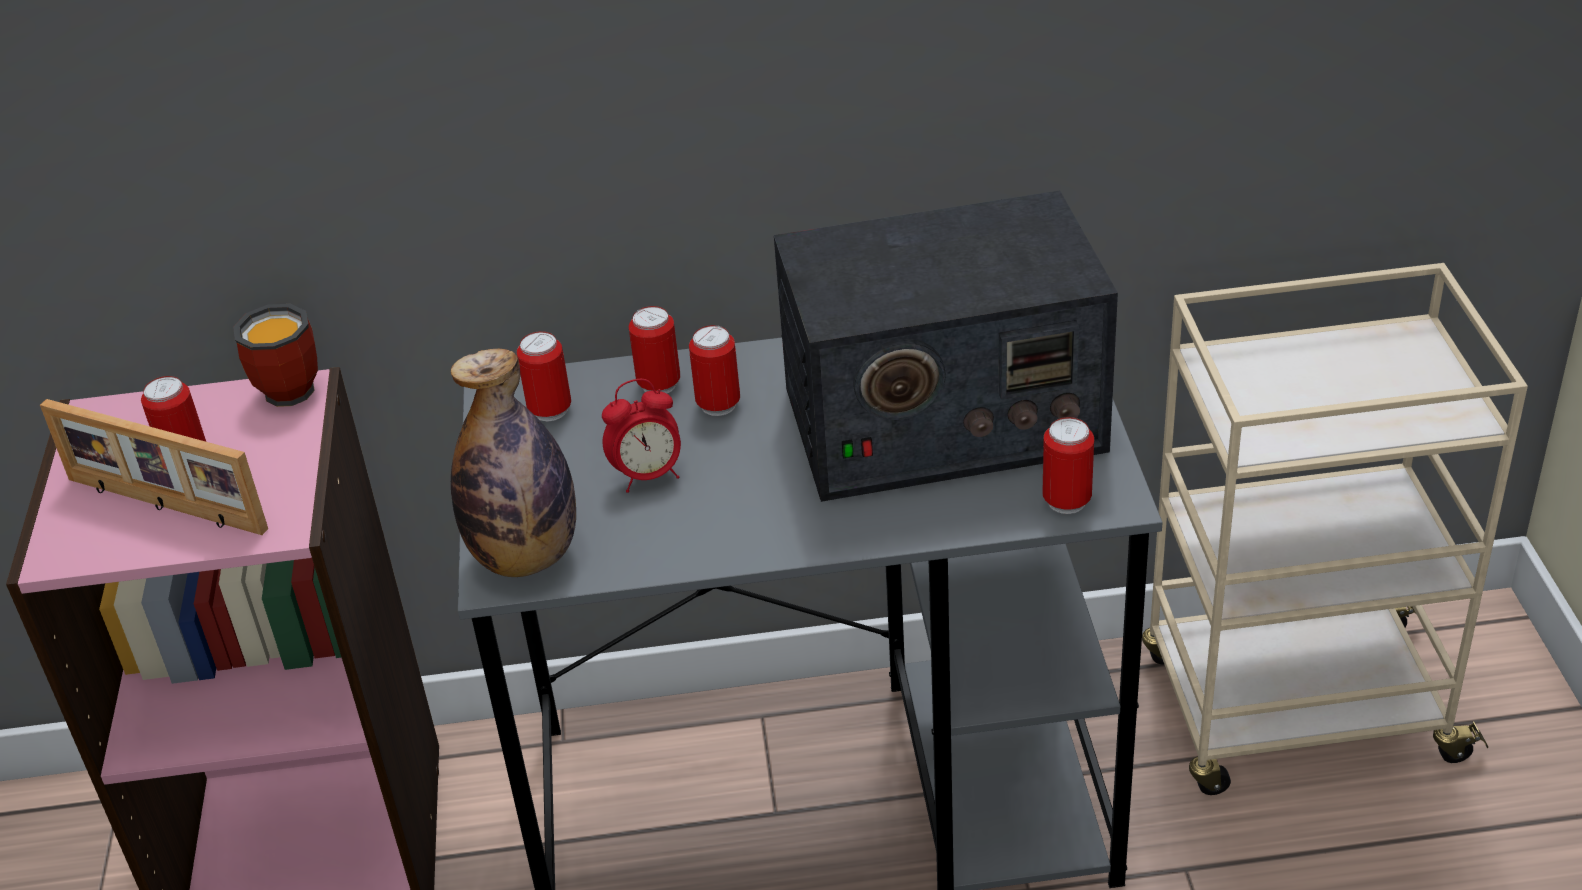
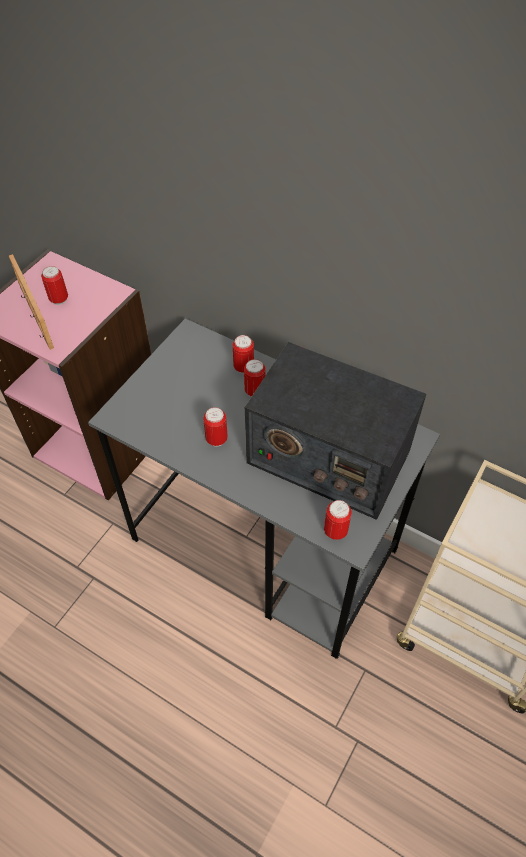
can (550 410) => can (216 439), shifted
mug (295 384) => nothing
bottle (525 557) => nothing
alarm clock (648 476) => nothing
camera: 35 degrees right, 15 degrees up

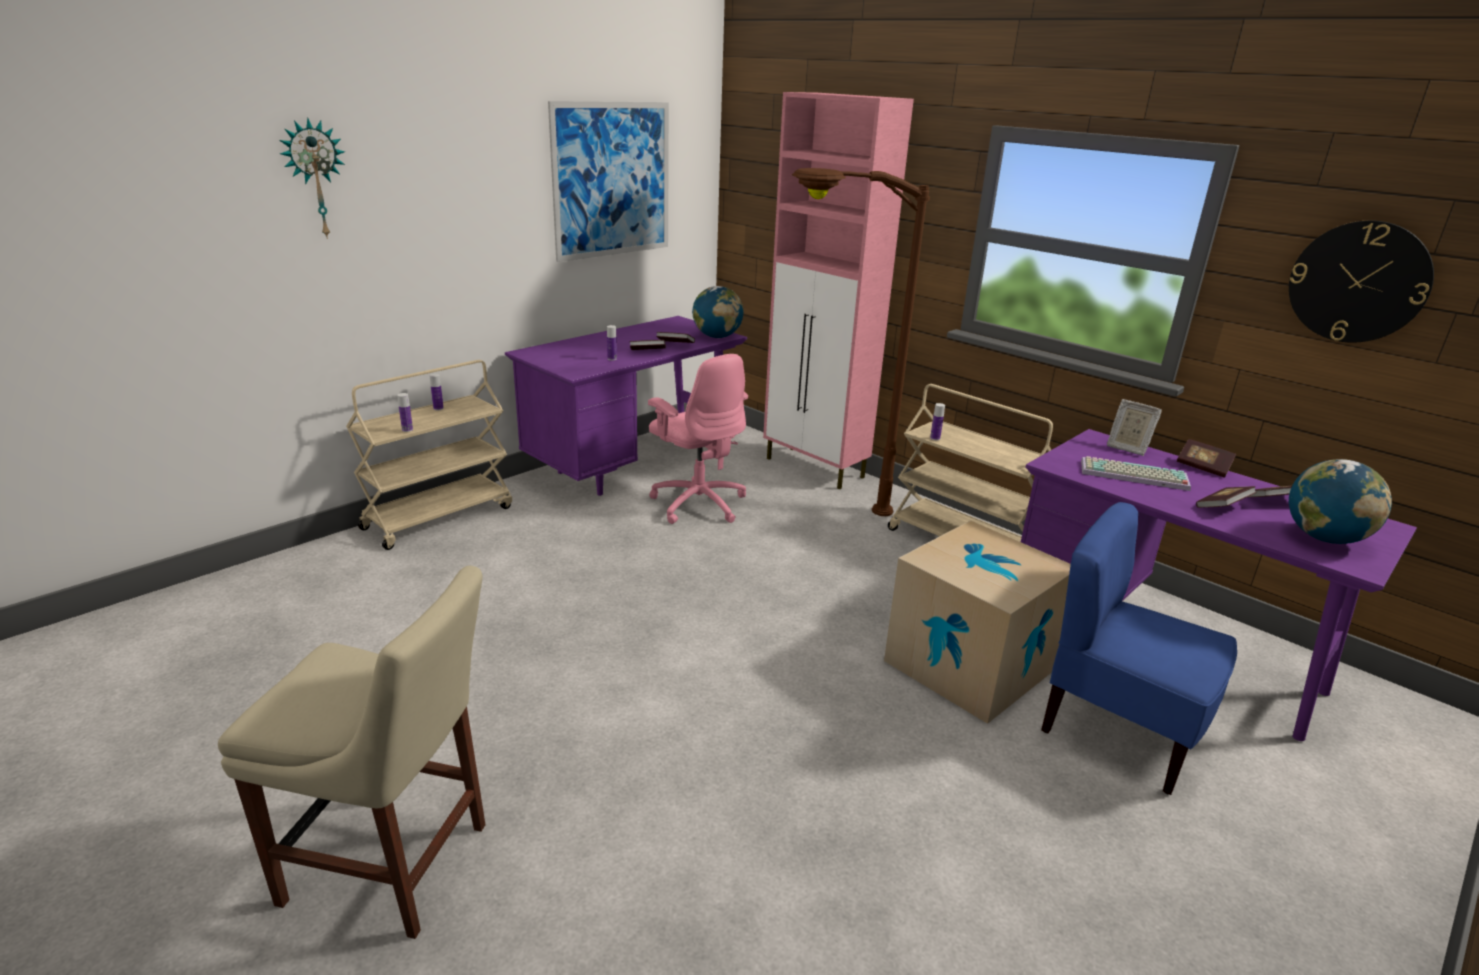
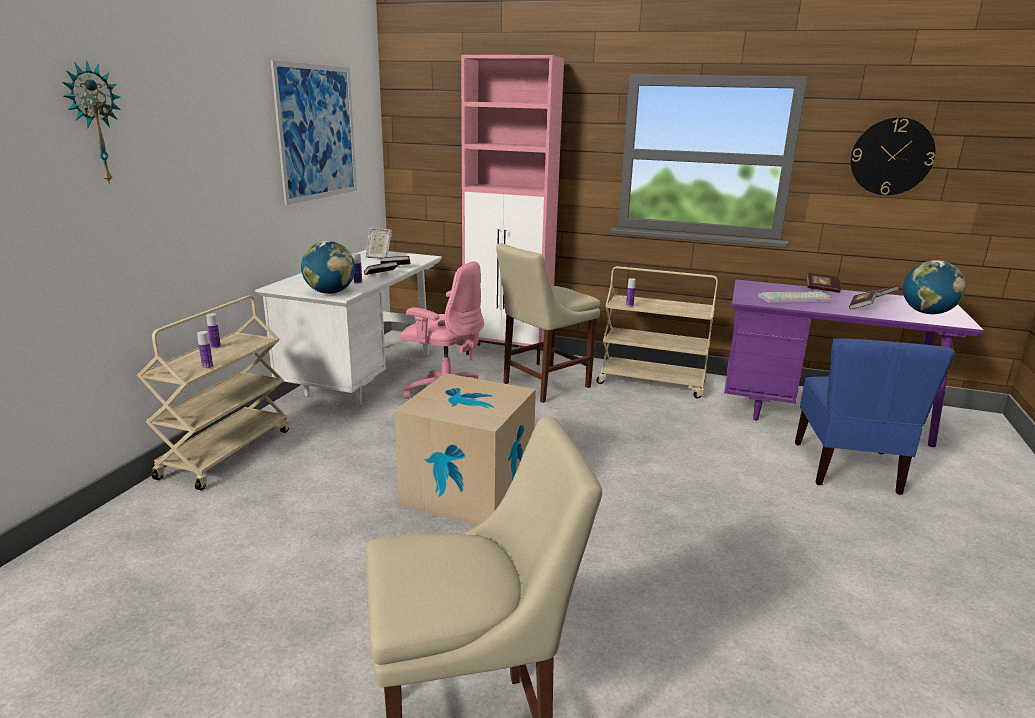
desk (purple) (633 464) => desk (white) (364 377)
globe (717 337) => globe (330 292), shifted
picture frame (1127 448) => picture frame (378 257), shifted
cardboard box (968 665) => cardboard box (468 490), shifted
floor lamp (brown) (818 517) => chair (beige) (543 385)
chair (blue) (1119 730) => chair (blue) (847 468), 90 degrees counterclockwise
camera: 25 degrees left, 5 degrees down

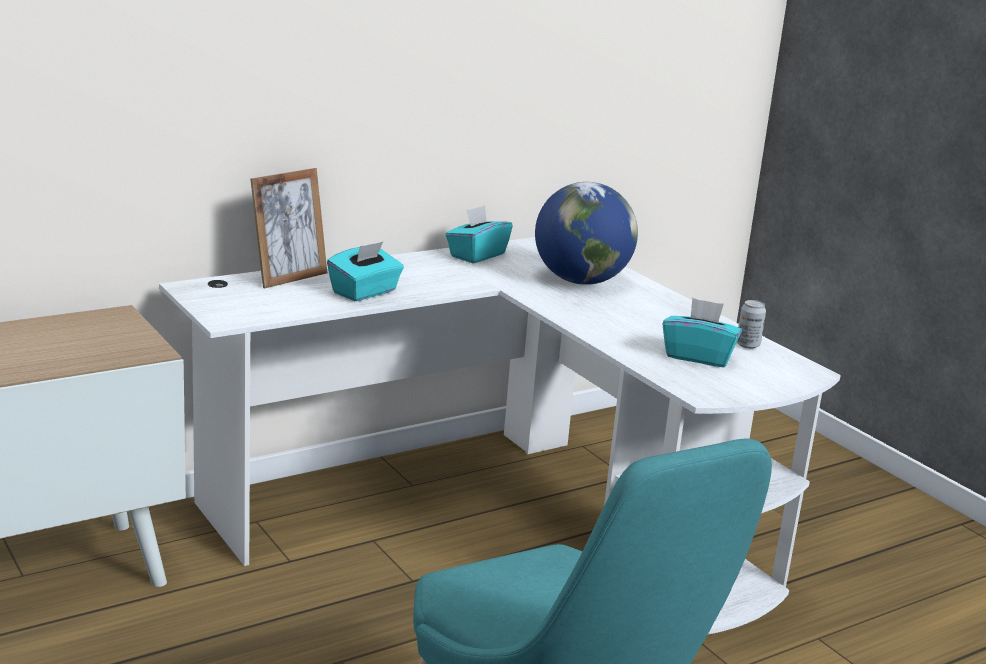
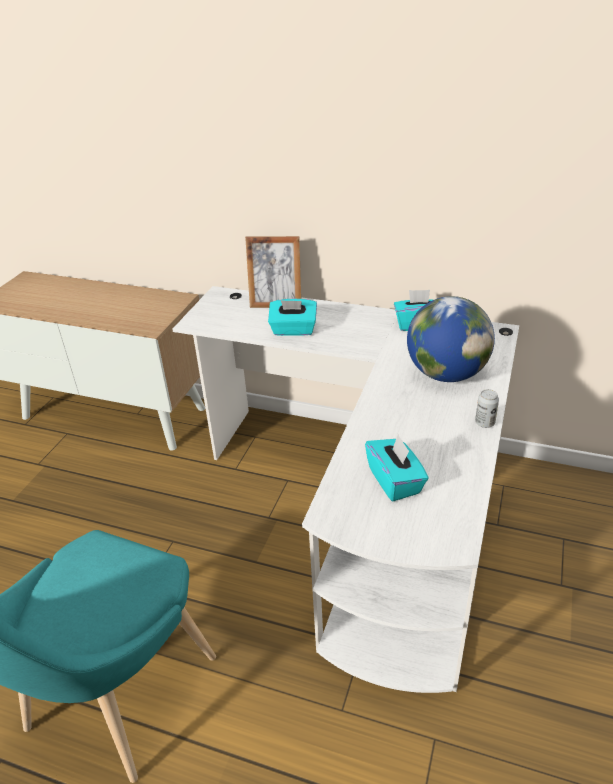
can (748 345) => can (484 423), shifted
camera: 55 degrees right, 15 degrees up

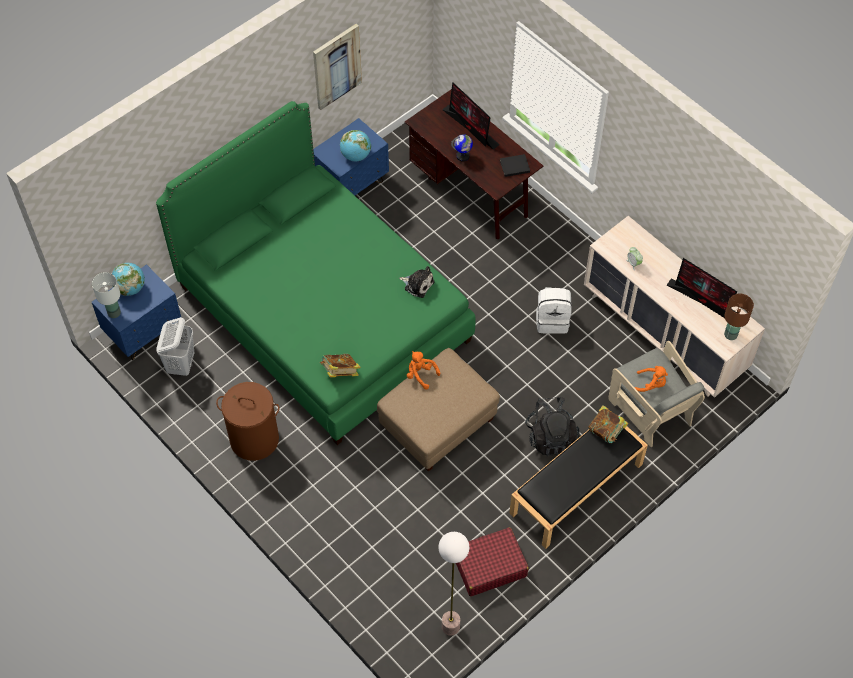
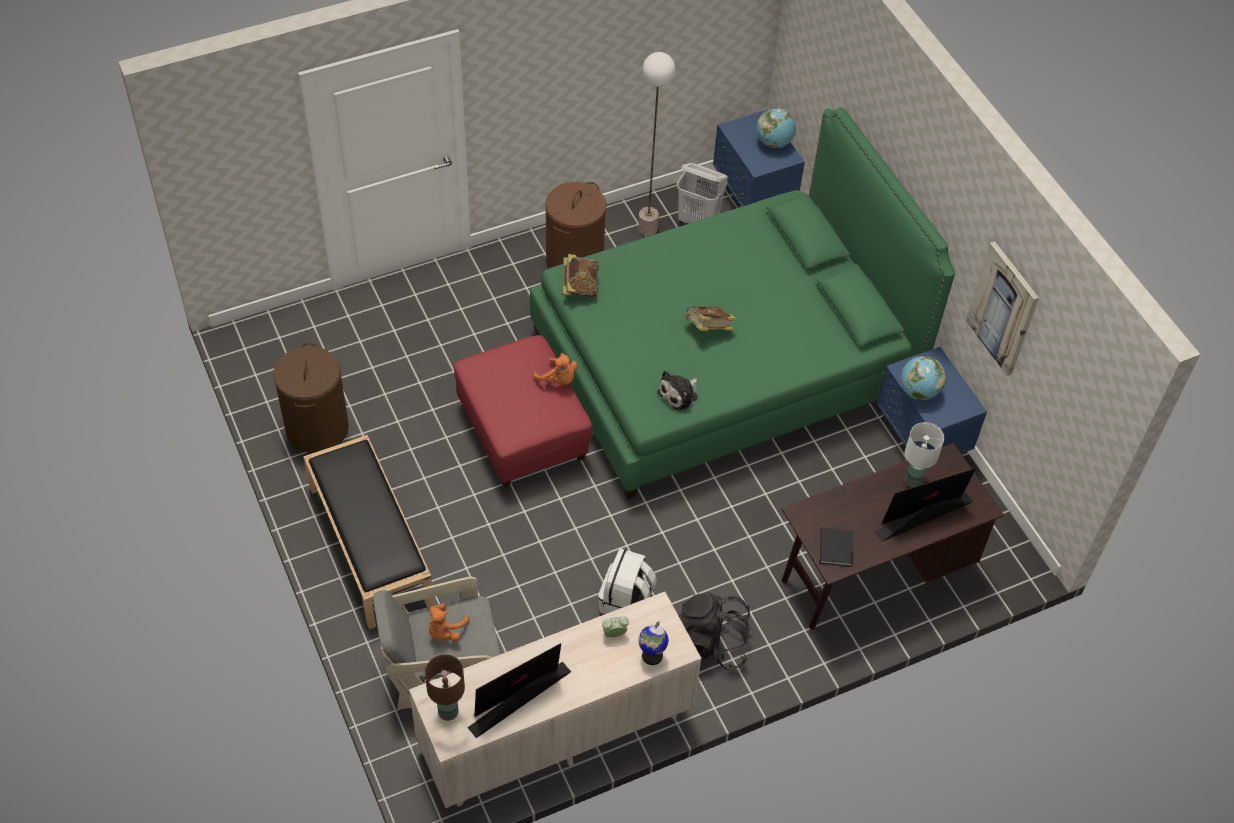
suitcase (red) (489 566) => laundry basket (brown) (317 428)
ottoman (beige) (438 423) => ottoman (red) (523 432)
plush toy (orange) (420 374) => plush toy (orange) (558 380), 75 degrees clockwise
floor lamp (450 627) => floor lamp (647 228), shifted
globe (463 156) => globe (652 656), shifted
backpack (black) (551 436) => backpack (black) (711 643), shifted
book (606 431) => book (707 329), shifted
table lamp (white) (114 313) => table lamp (white) (912 480), shifted
camera: 105 degrees right, 5 degrees down

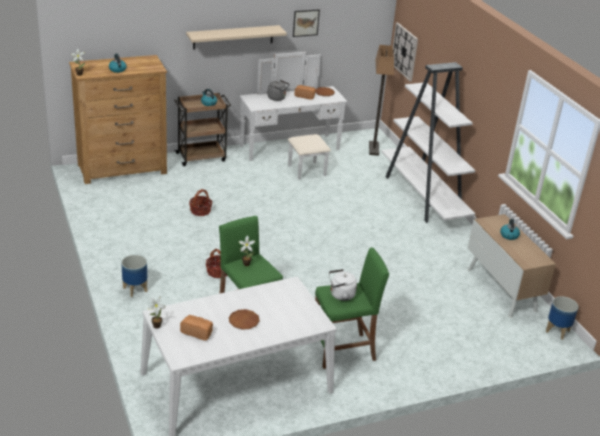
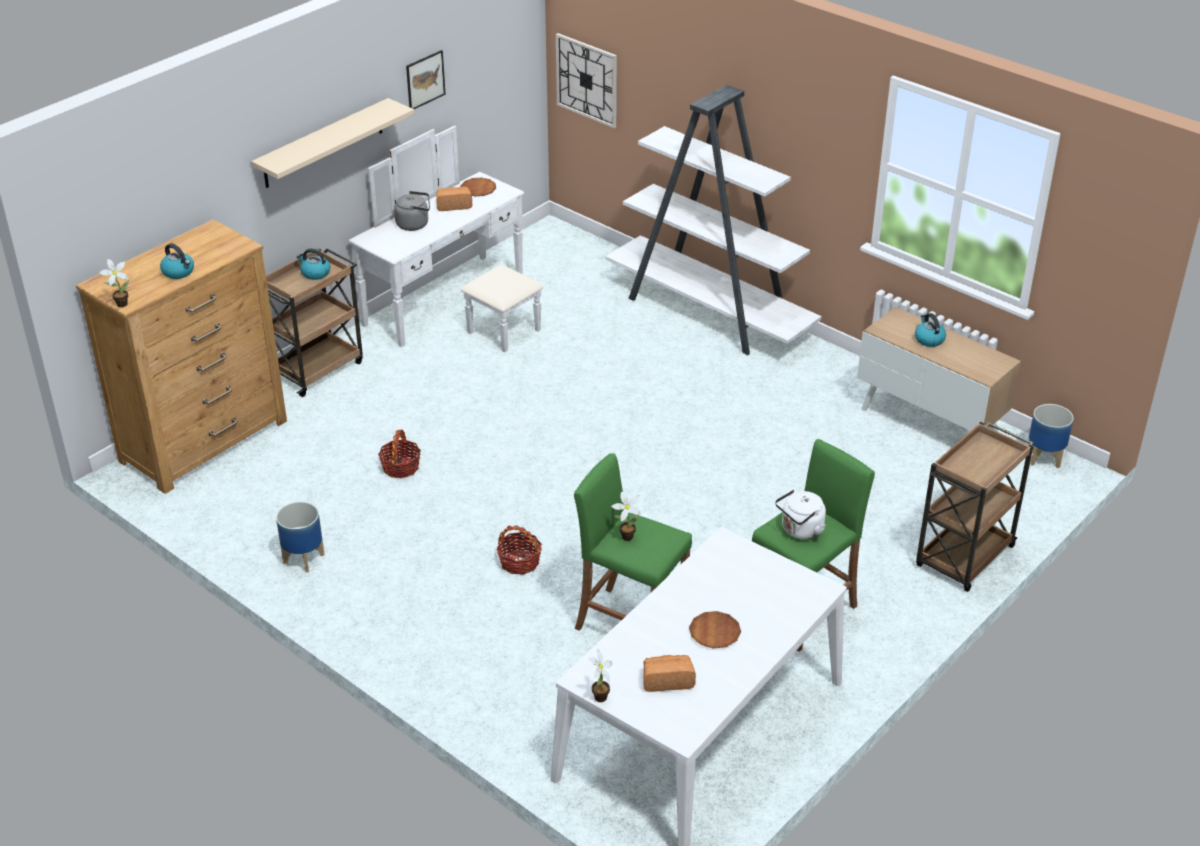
planter (135 290) => planter (304 559), shifted
nothing => cart (brown) (964 558)
floor lamp (373 149) => nothing
camera: 25 degrees left, 5 degrees up

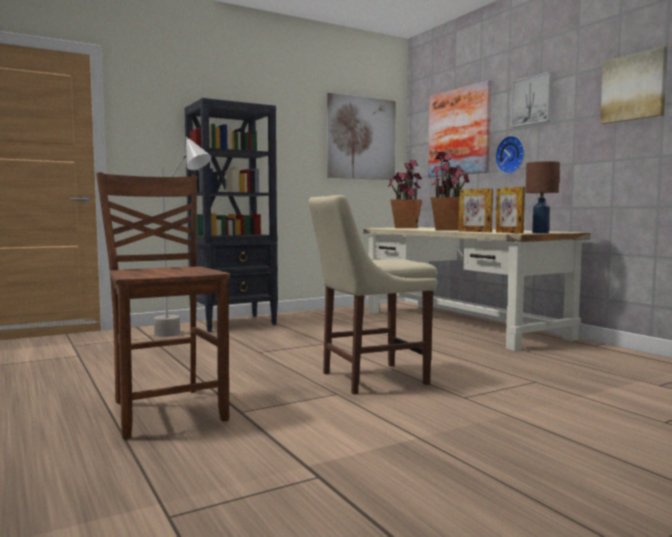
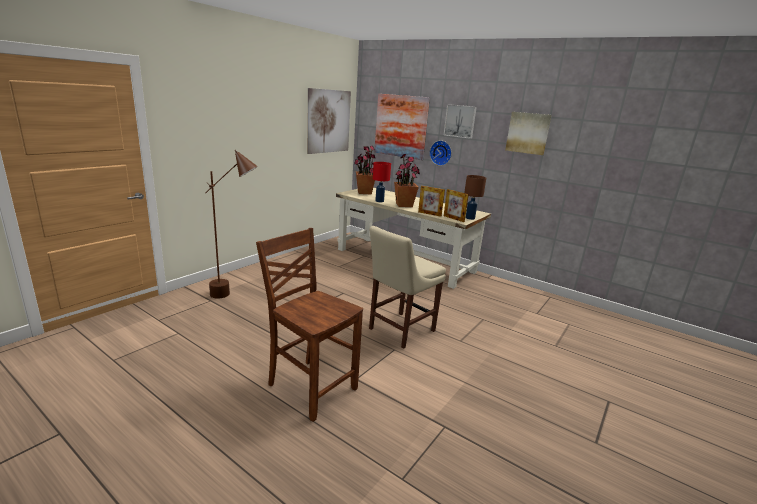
floor lamp (grey) (183 336) => floor lamp (brown) (235 295)
nothing => table lamp (red) (379 201)
bookcase (black) (234 323) => nothing
camera: 25 degrees left, 15 degrees up

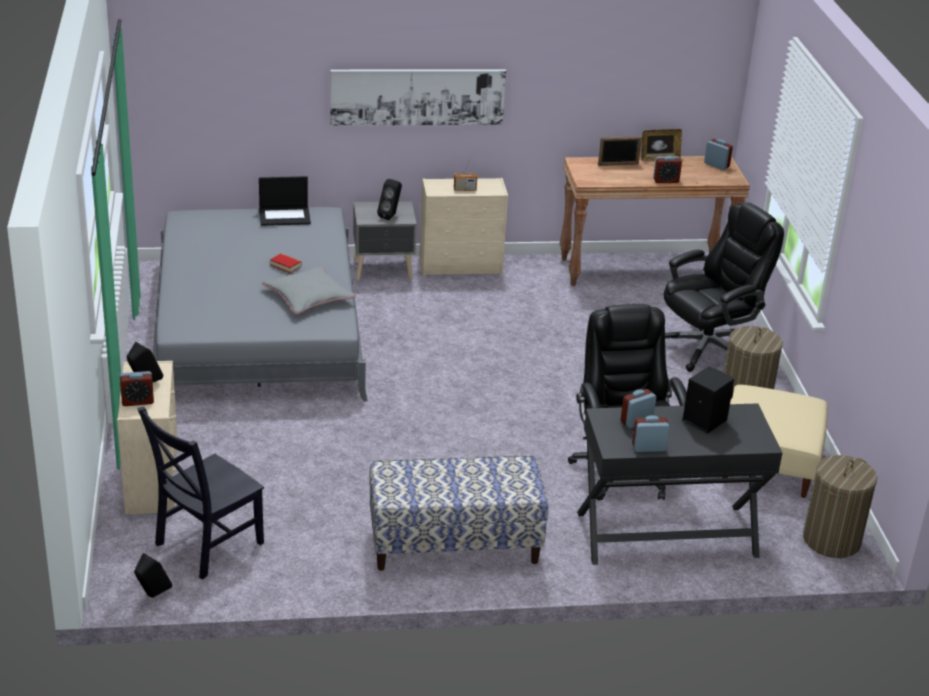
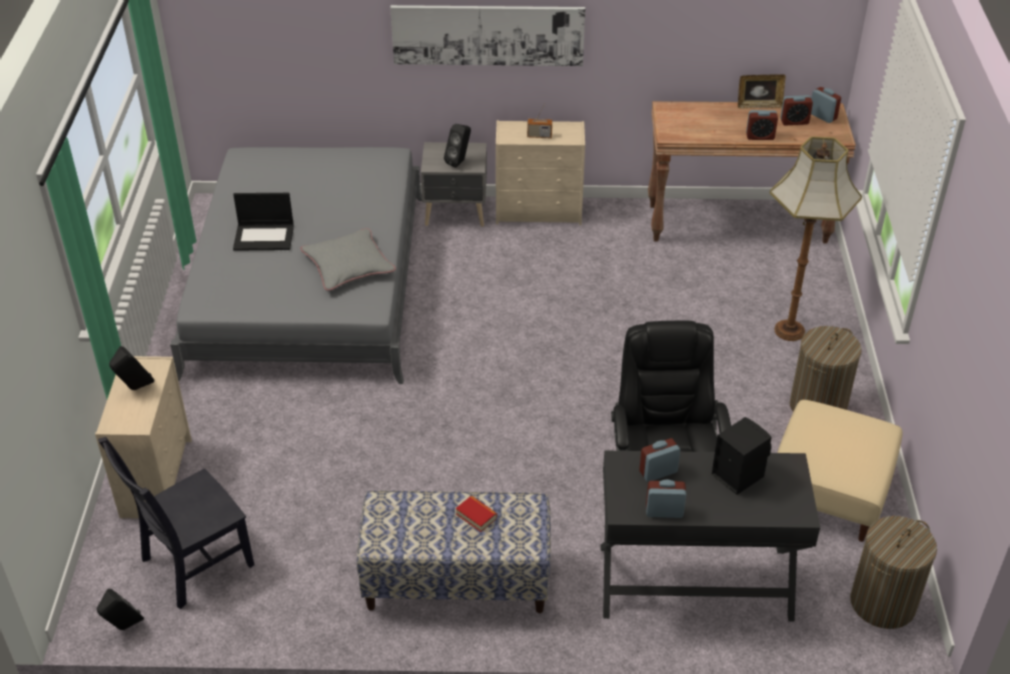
laptop (285 216) => laptop (264 237), shifted
book (285 266) => book (476 516), shifted
office chair (black) (708 348) => floor lamp (790 330)
alarm clock (137 401) => alarm clock (794 121), shifted
picture frame (618 164) => nothing
camera: 10 degrees right, 10 degrees up

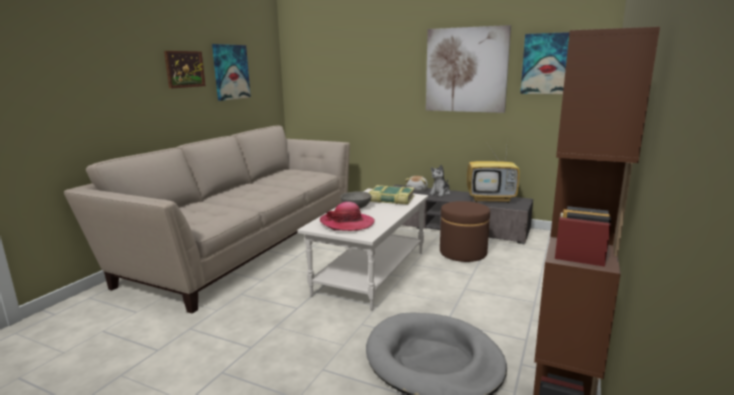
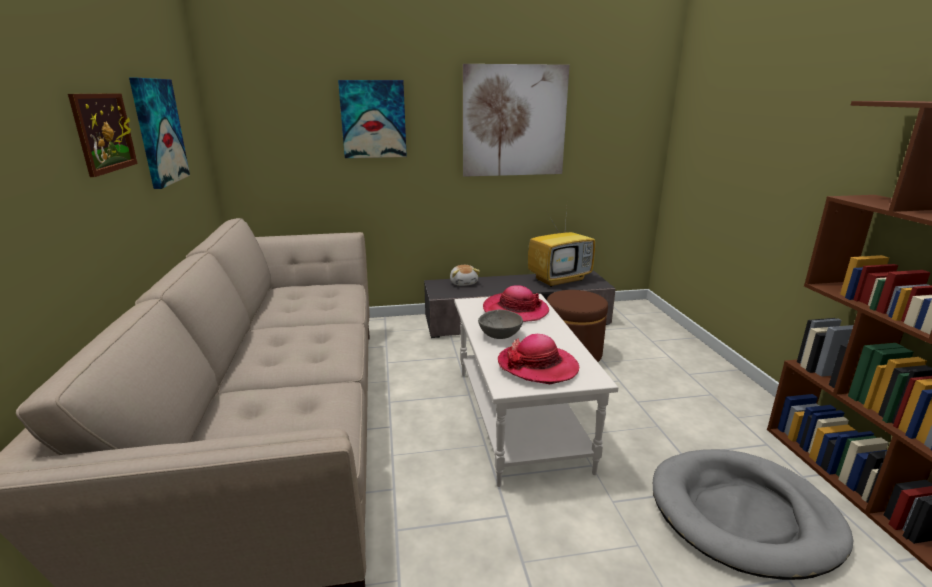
picture (549 64) => picture (373 119), shifted
book (391 199) => hat (515 310)
plush toy (440 193) => nothing
camera: 35 degrees left, 5 degrees up

